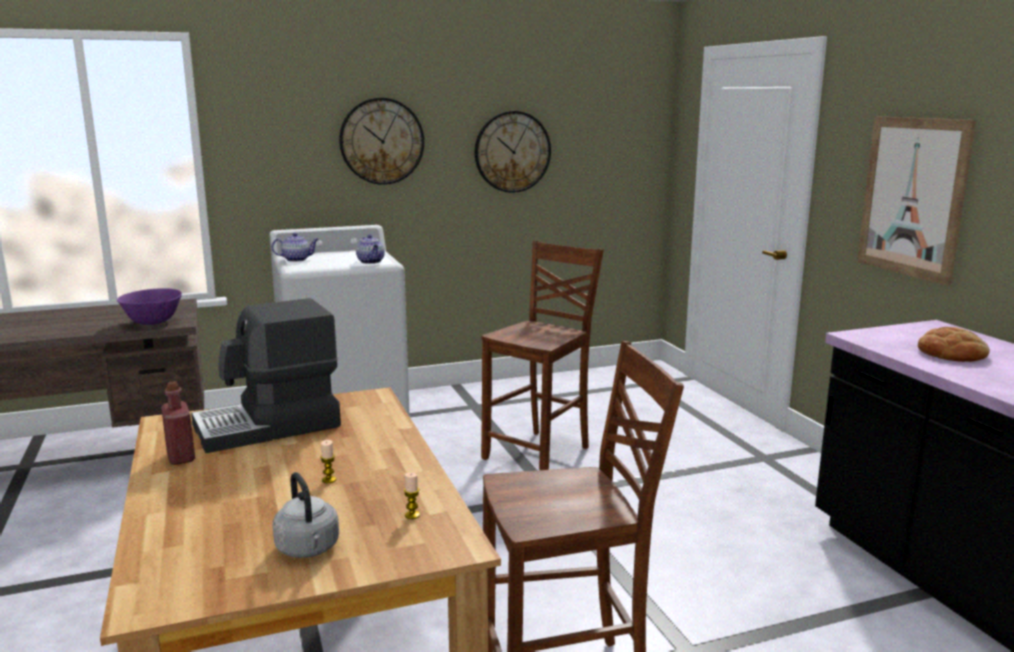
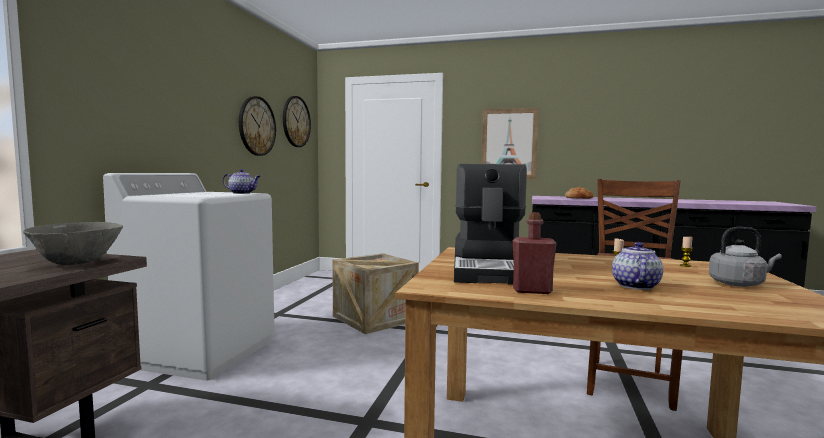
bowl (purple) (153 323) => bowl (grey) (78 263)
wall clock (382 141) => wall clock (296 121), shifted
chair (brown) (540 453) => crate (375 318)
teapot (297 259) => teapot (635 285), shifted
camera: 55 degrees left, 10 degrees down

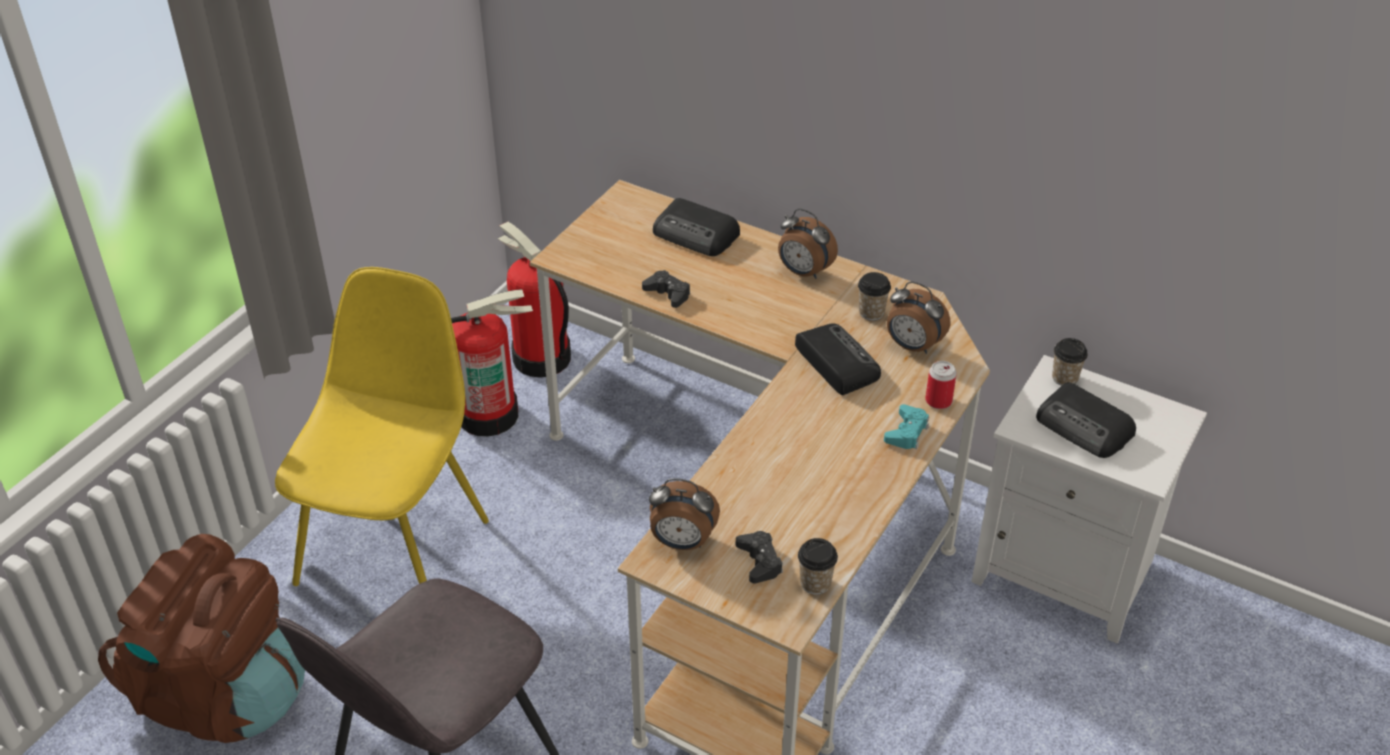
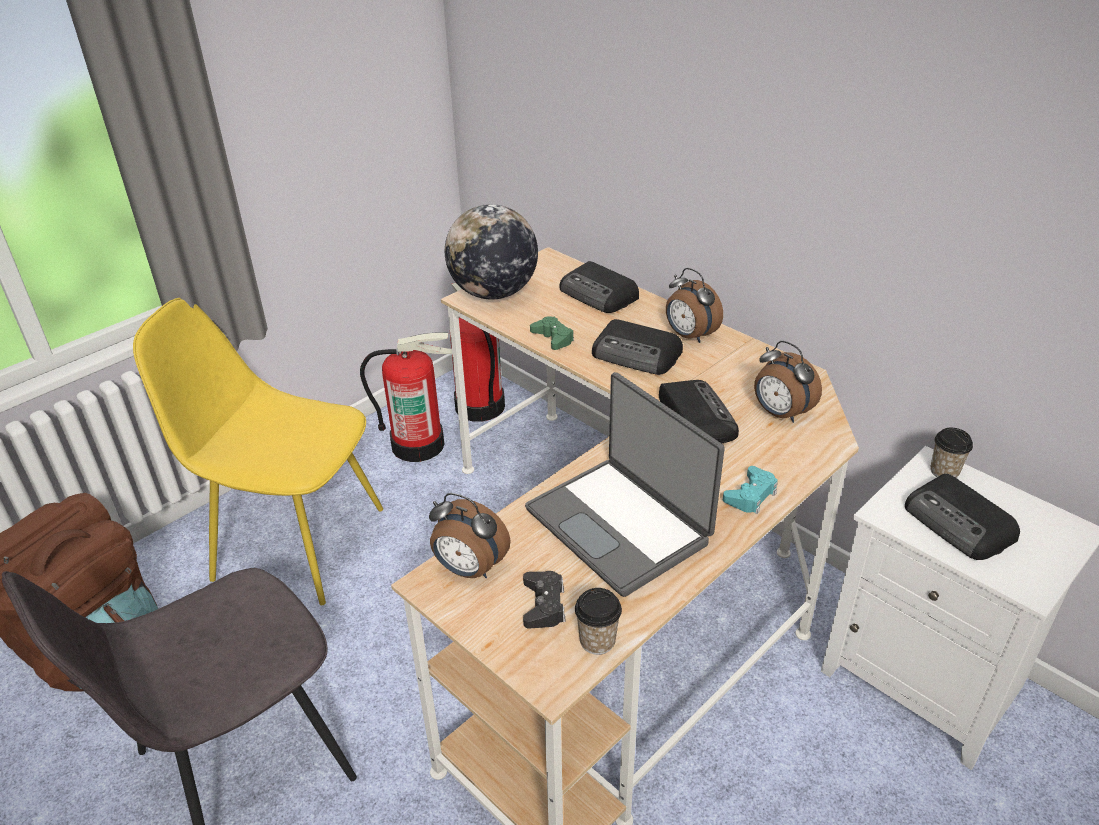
chair (yellow) (395 548) => chair (yellow) (295 542), 105 degrees counterclockwise
nothing => globe (494 293)
nothing => laptop (620 525)
game controller (black) (668 293) => game controller (green) (553 338)
nothing => radio (637 355)
cup (871 313) => nothing
can (938 401) => nothing
camera: 15 degrees right, 5 degrees down

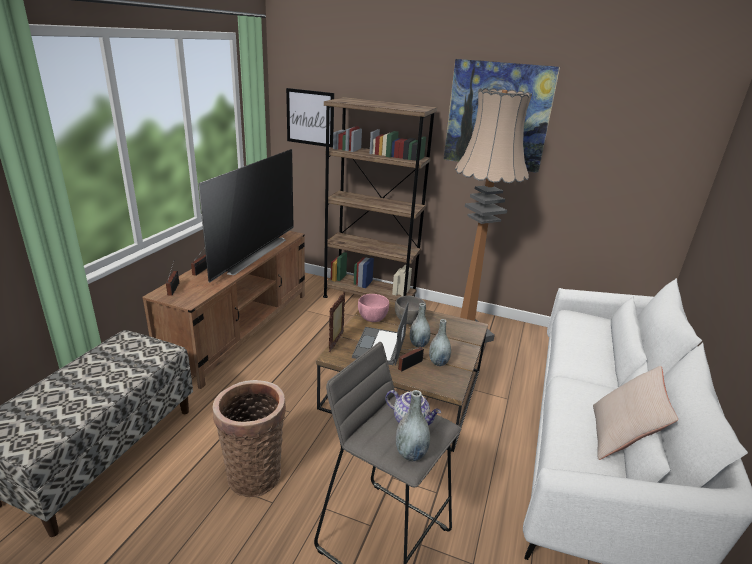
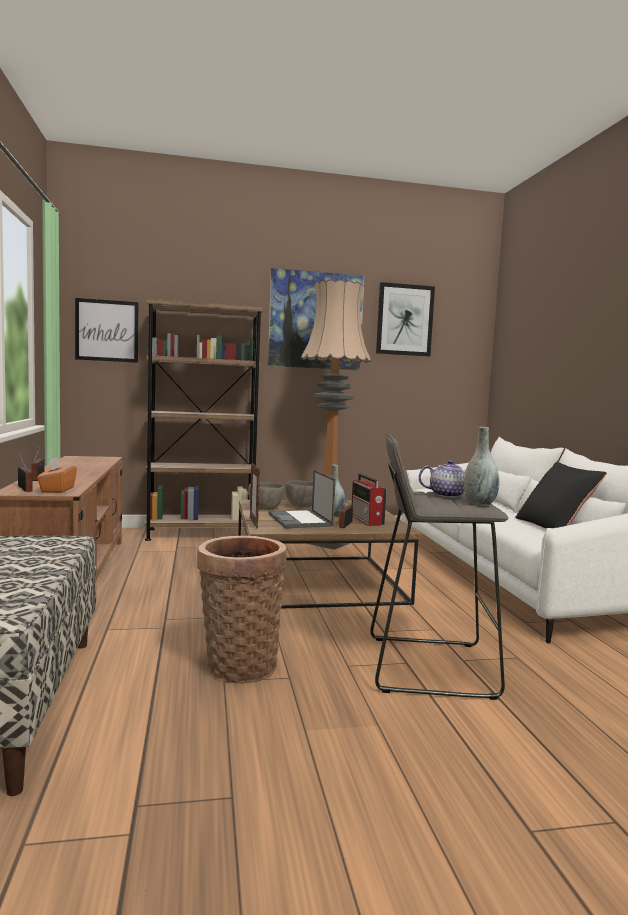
nothing => tissue box (orange) (57 490)
bowl (pink) (372 318) => bowl (grey) (264 509)
vase (grey) (438 362) => radio (367 520)
nothing => picture (404 320)
pillow (beige) (620 437) => pillow (black) (555 526)
television (251 253) => nothing
camera: 30 degrees left, 20 degrees down

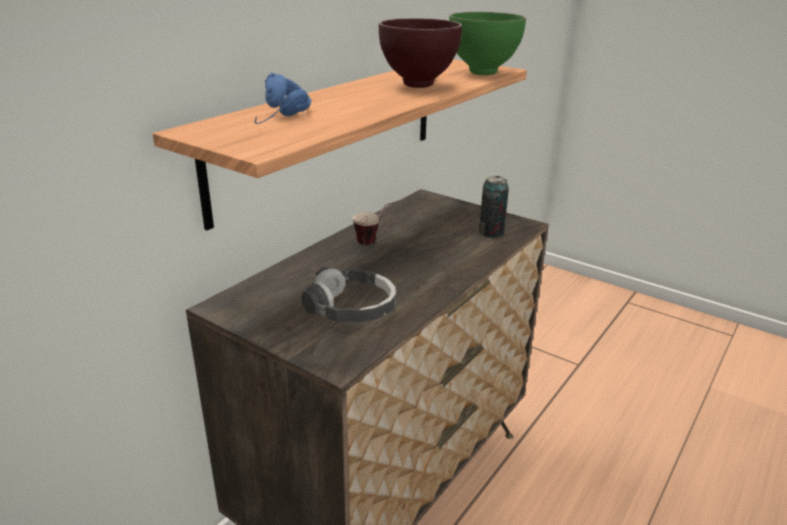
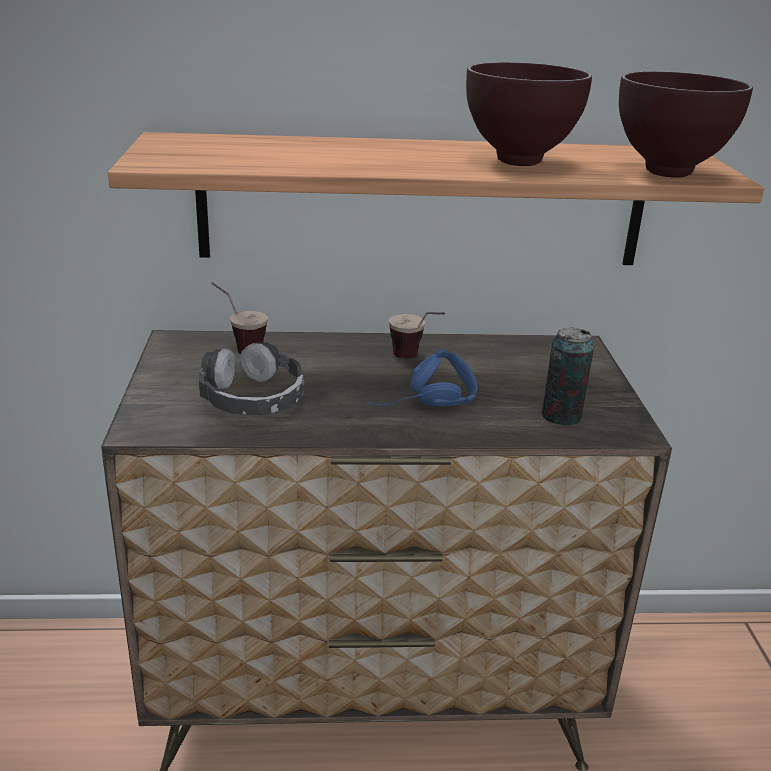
nothing => cup (239 347)
headphones (blue) (285 118) => headphones (blue) (425 407), shifted
bowl (green) (484 73) => bowl (brown) (669 174)
camera: 50 degrees right, 0 degrees up

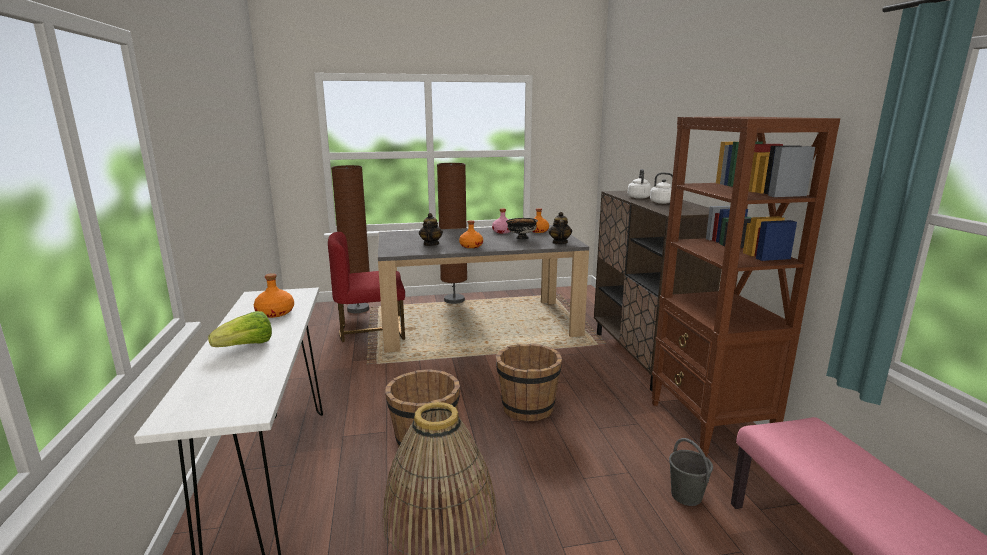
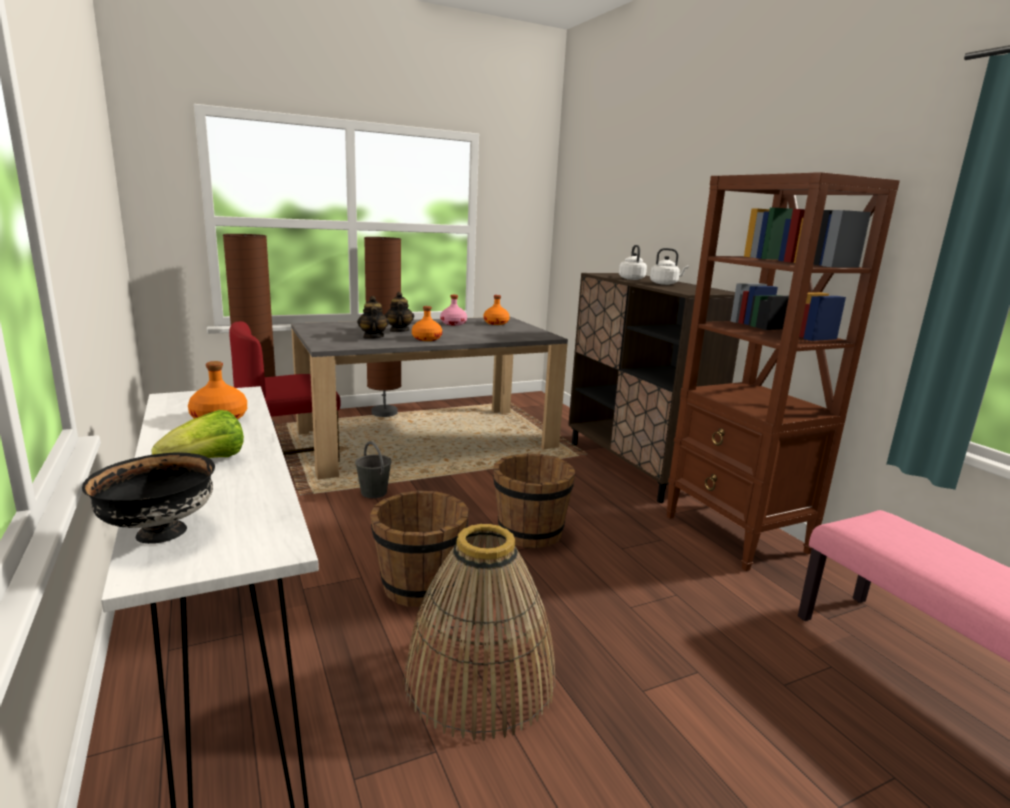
bowl (black) (521 238) => bowl (black) (158 533), shifted
bucket (grey) (686 495) => bucket (grey) (373 492), shifted
teapot (559 243) => teapot (399 330), shifted
camera: 15 degrees left, 0 degrees up

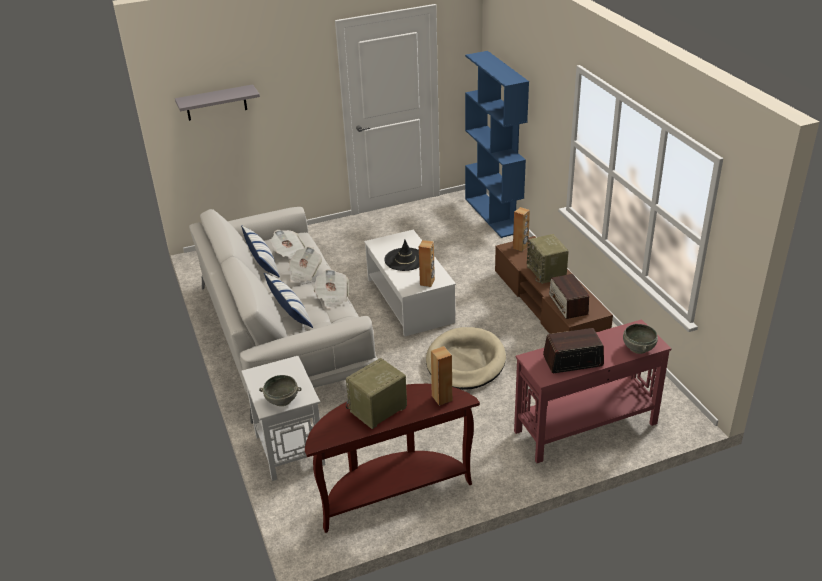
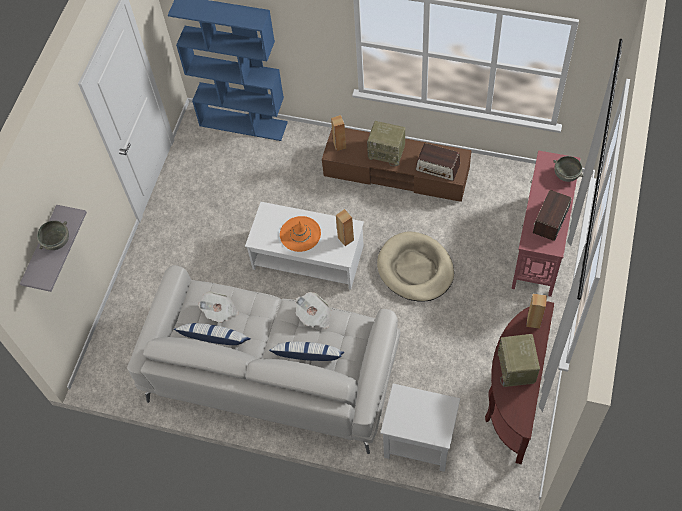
bowl (grey) (282 399) => bowl (grey) (56 241), shifted
hat (black) (405 259) => hat (orange) (300 234)
newspaper (304 273) => nothing
camera: 50 degrees left, 25 degrees up

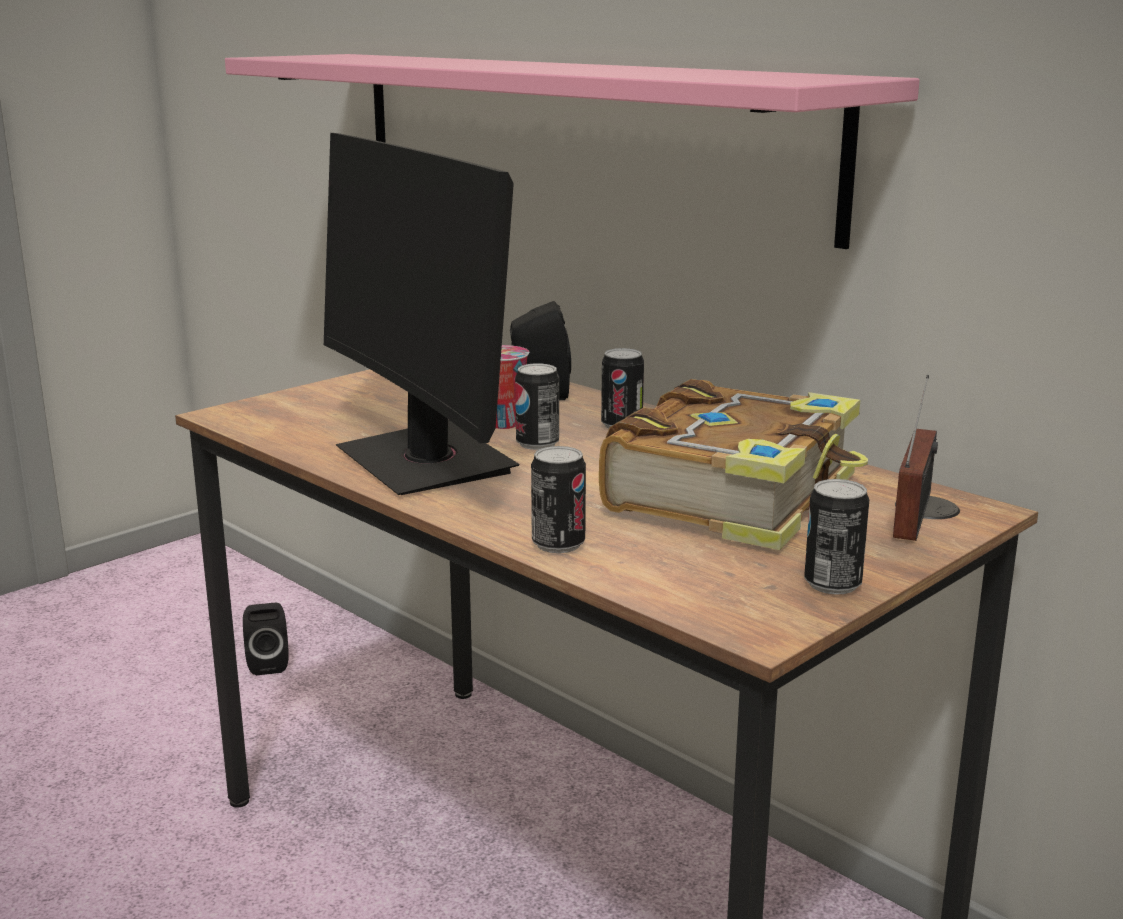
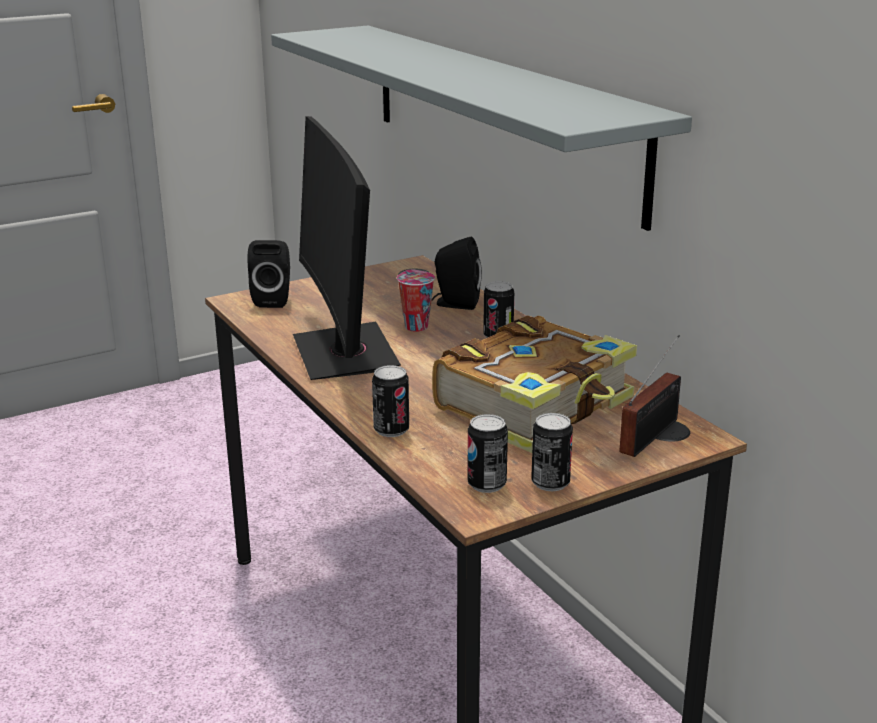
speaker (black) (268 663) => speaker (black) (273 300), shifted
shelf (pink) (576 137) => shelf (grey) (497 115)
can (537 444) => can (486 484), shifted
camera: 15 degrees right, 5 degrees up

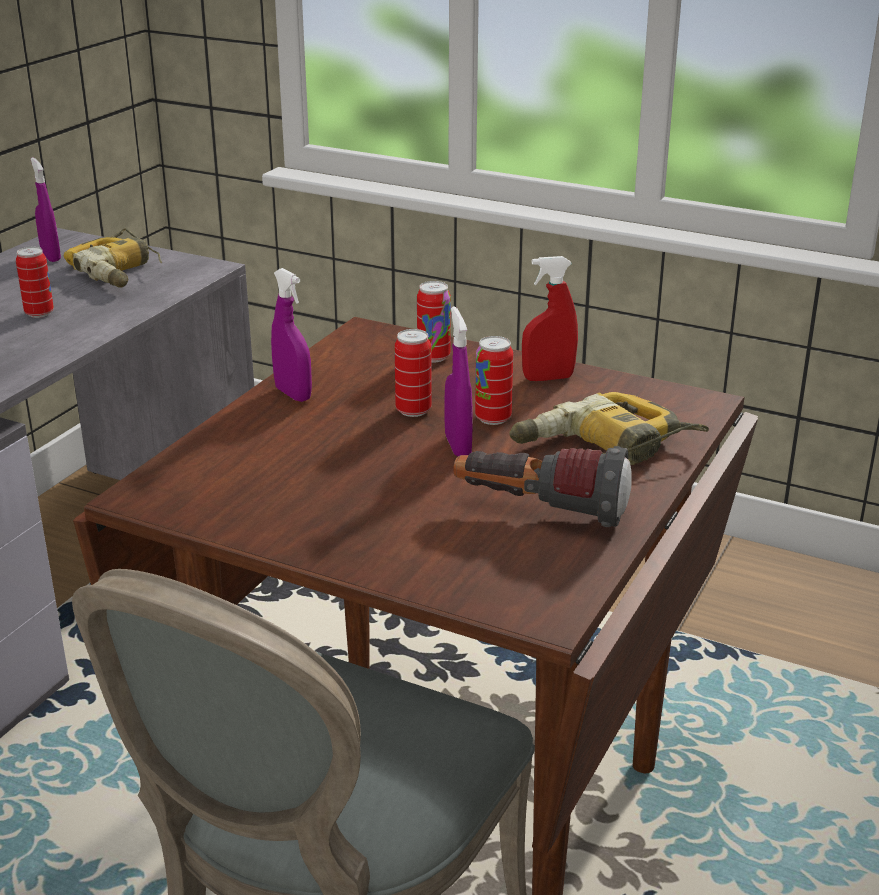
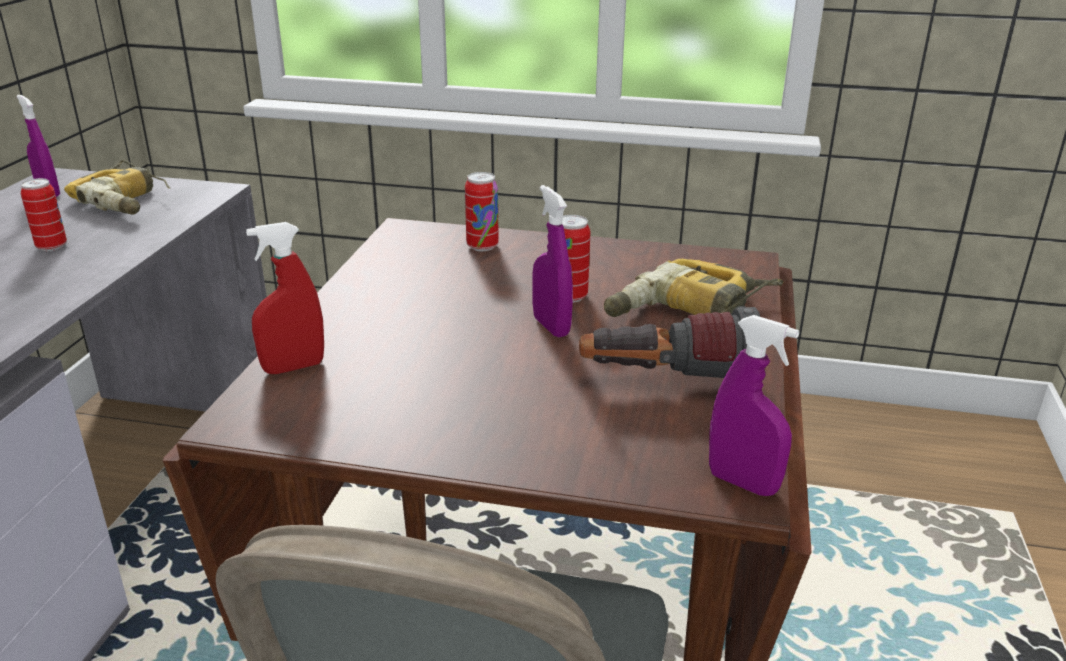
spray bottle (red) (548 378) => spray bottle (red) (293 367), shifted
spray bottle (purple) (293 394) => spray bottle (purple) (742 483), shifted
can (413 410) => nothing
camera: 15 degrees left, 0 degrees up

